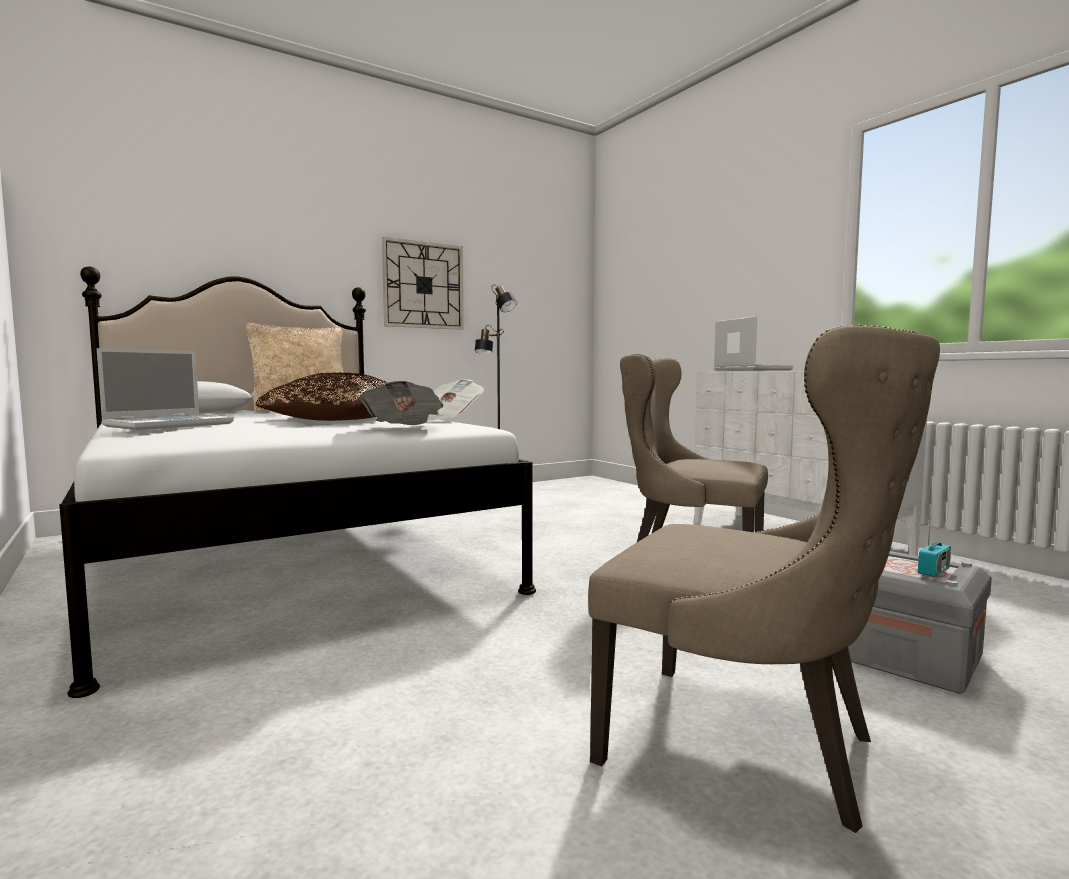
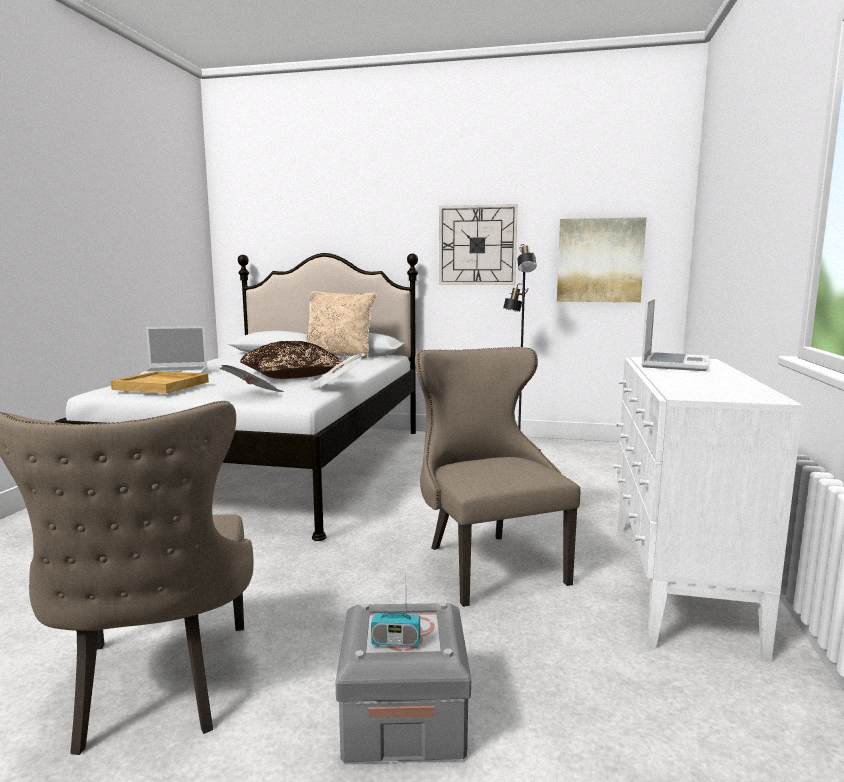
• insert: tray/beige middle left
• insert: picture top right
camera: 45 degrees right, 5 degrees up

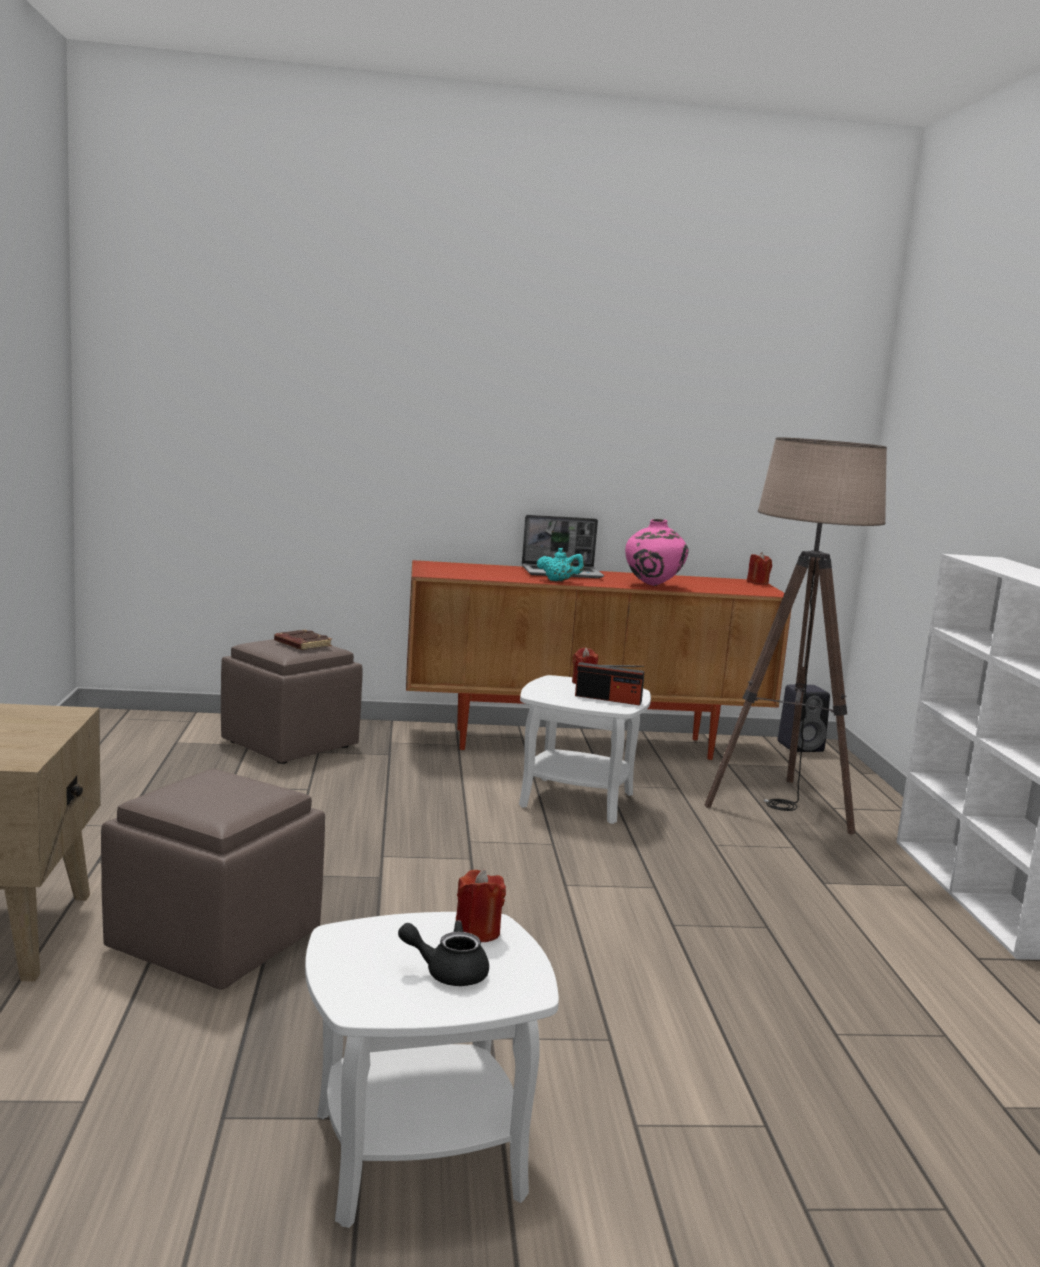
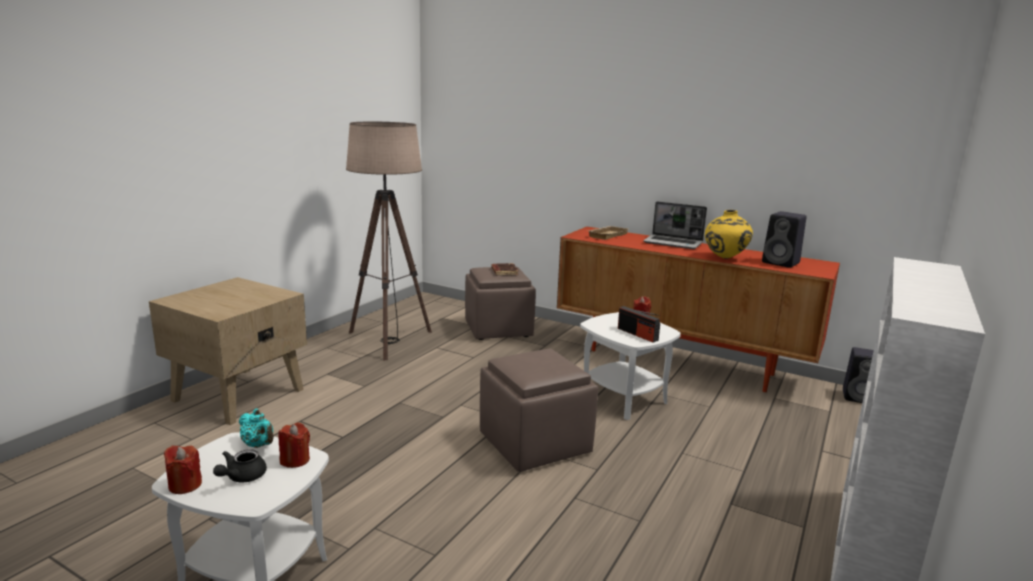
• move: ottoman/brown (1st from left in the first image) bottom left to ottoman/brown (2nd from left) bottom centre
• rotate: teapot/black bottom centre = bottom left 105 degrees counterclockwise
• move: teapot/turquoise centre to bottom left
• recolor: vase/pink centre to vase/yellow middle right
• move: floor lamp middle right to centre
• move: candle/red (3rd from left in the first image) middle right to candle/red (1st from left) bottom left
• insert: tray/beige centre
• insert: speaker/black (1st from left) middle right
camera: 35 degrees right, 5 degrees up

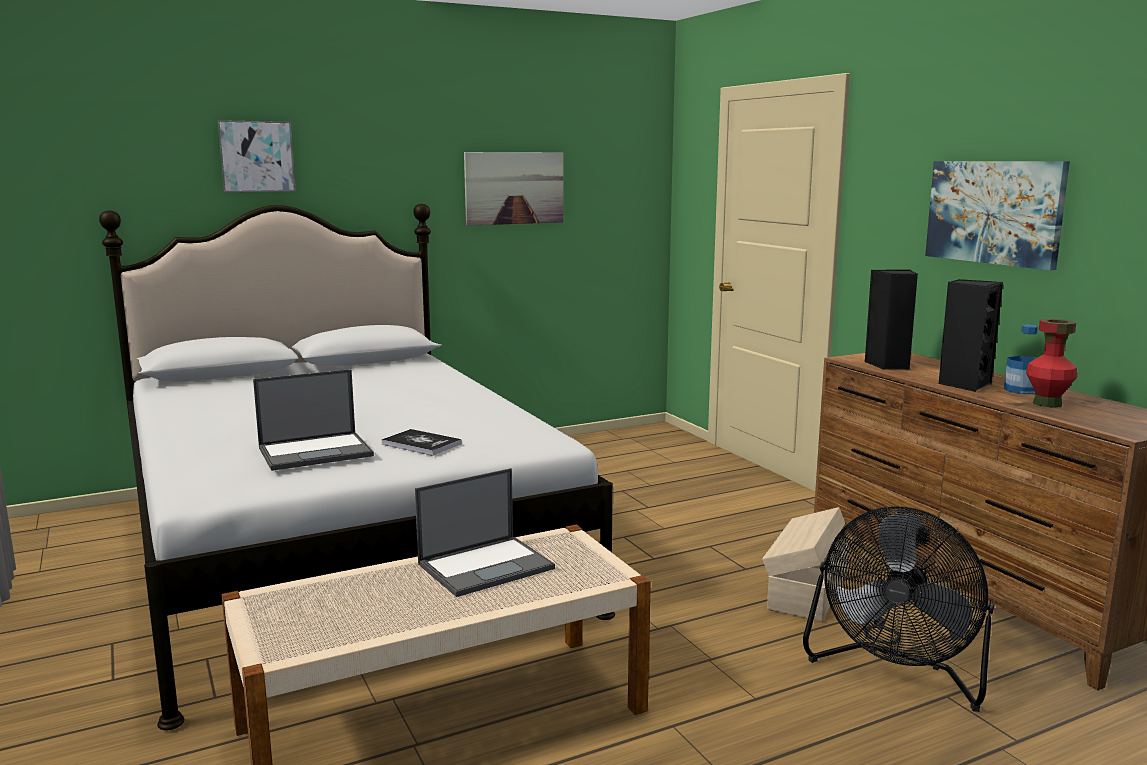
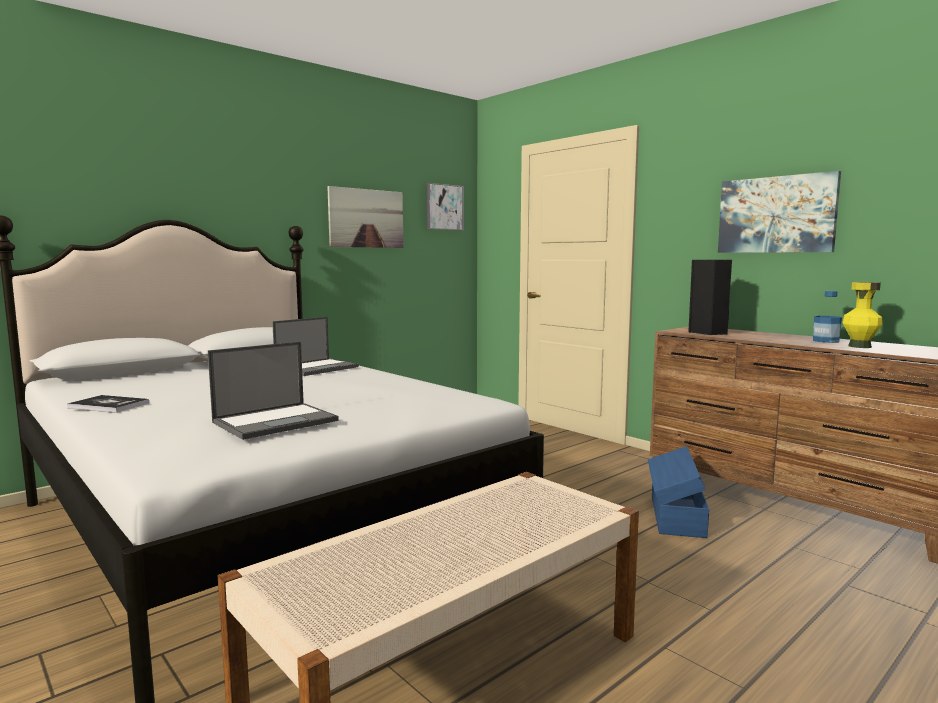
• move: picture (1st from left in the first image) top left to picture (2nd from left) top centre
• move: book centre to middle left
• move: laptop (2nd from left) bottom centre to centre
• recolor: storage box/beige bottom right to storage box/blue bottom right
• delete: fan/black bottom right
• delete: speaker/black (2nd from left) middle right
• recolor: vase/red middle right to vase/yellow middle right
camera: 15 degrees left, 5 degrees down

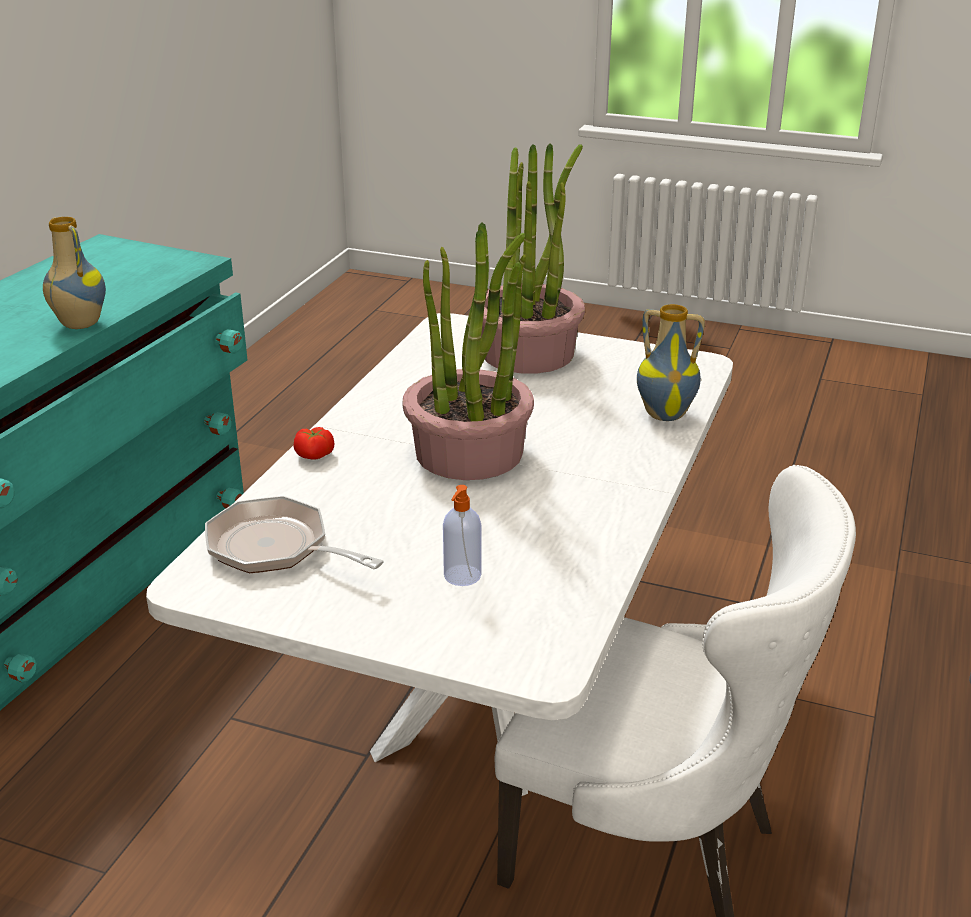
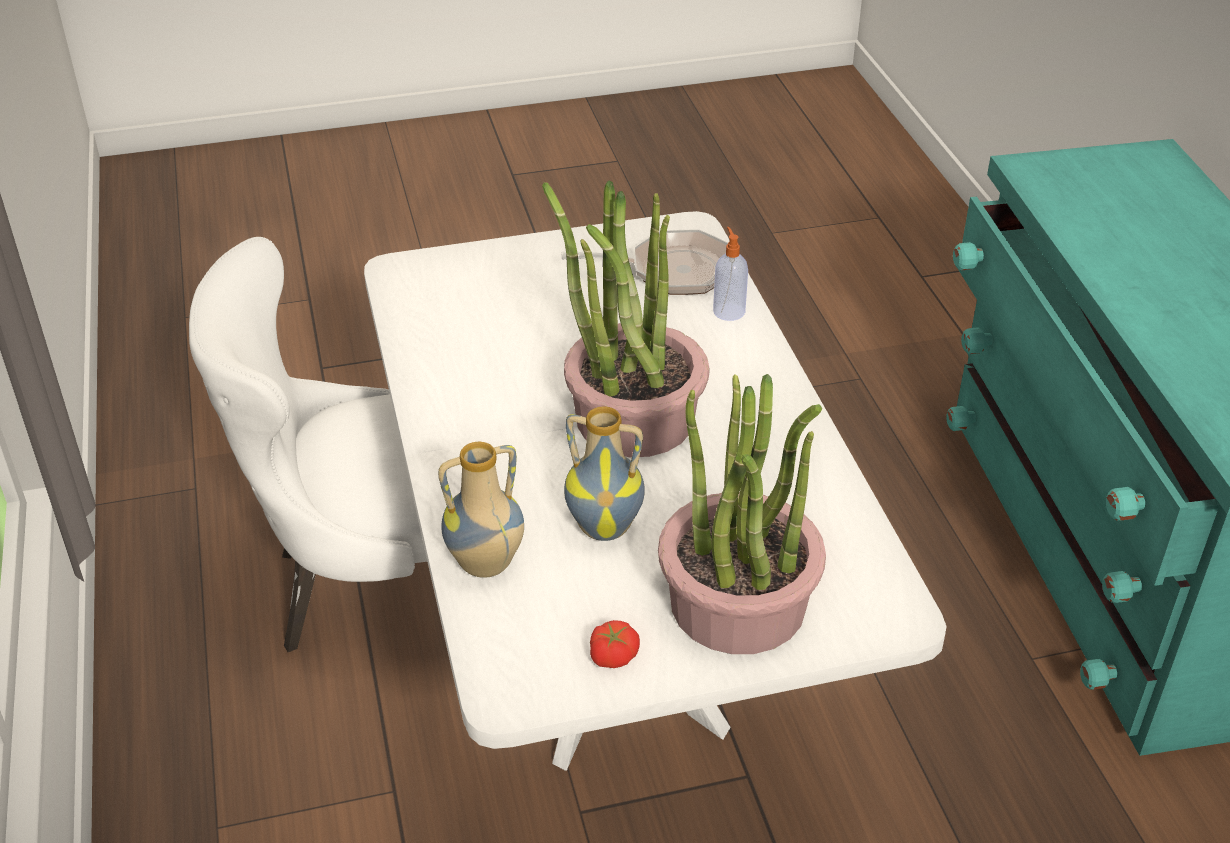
• move: vase (1st from left in the first image) top left to vase (2nd from left) centre
• move: tomato middle left to bottom centre
• move: soap dispenser centre to top centre
camera: 145 degrees right, 10 degrees up

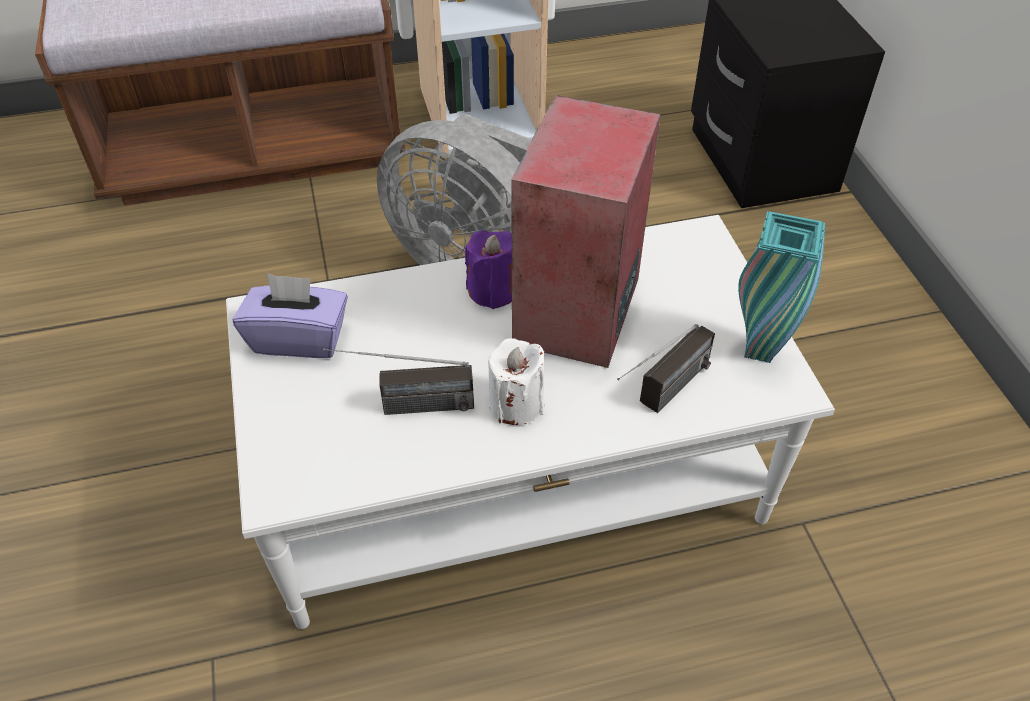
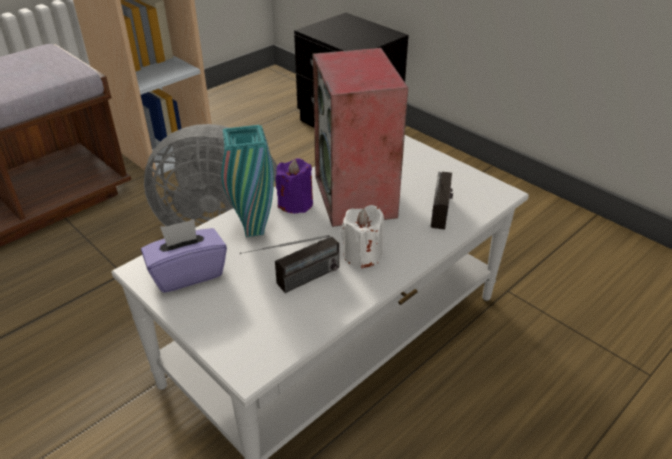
• move: vase/turquoise middle right to centre
camera: 30 degrees left, 10 degrees down

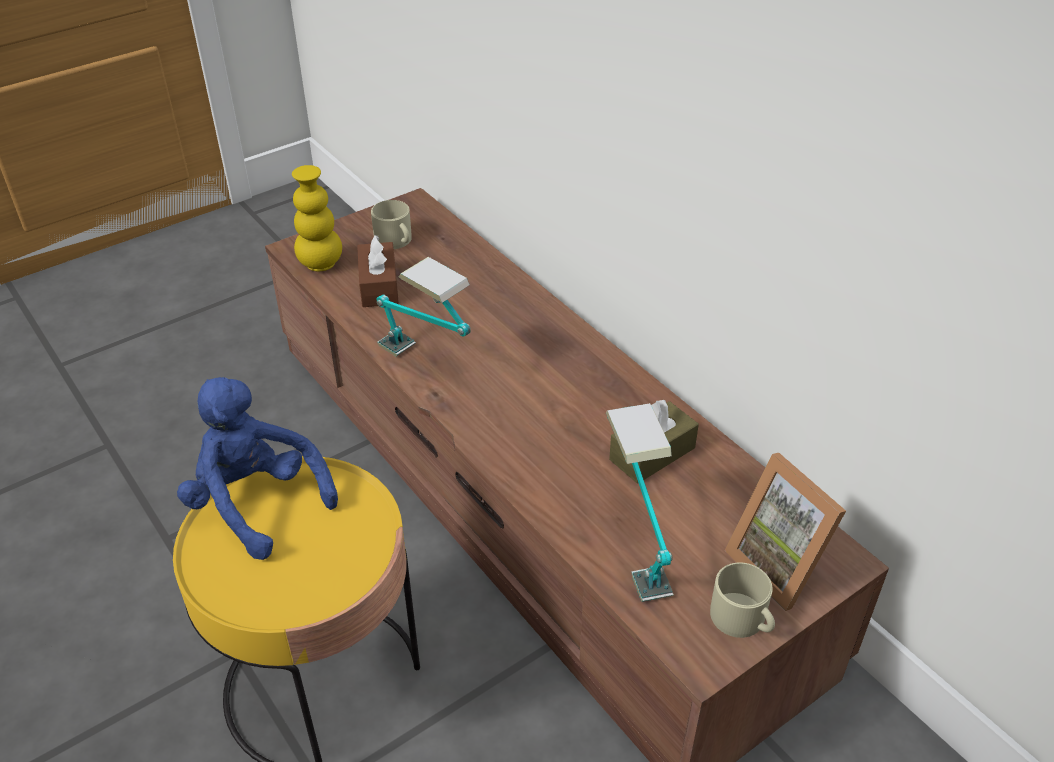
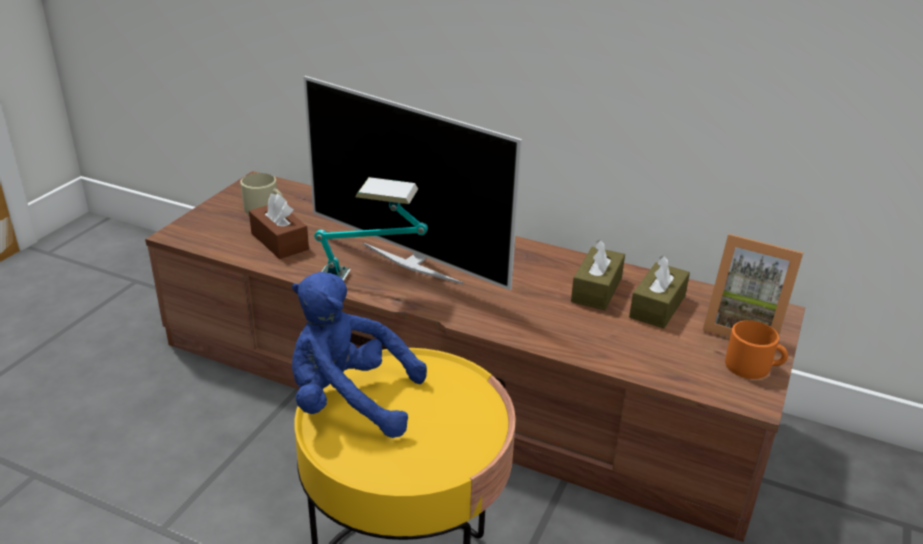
• delete: vase/yellow top left
• delete: table lamp (2nd from left) centre
• recolor: mug/beige (2nd from left) bottom right to mug/orange middle right
• insert: television centre
• insert: tissue box/brown (3rd from left) middle right
camera: 30 degrees left, 10 degrees down

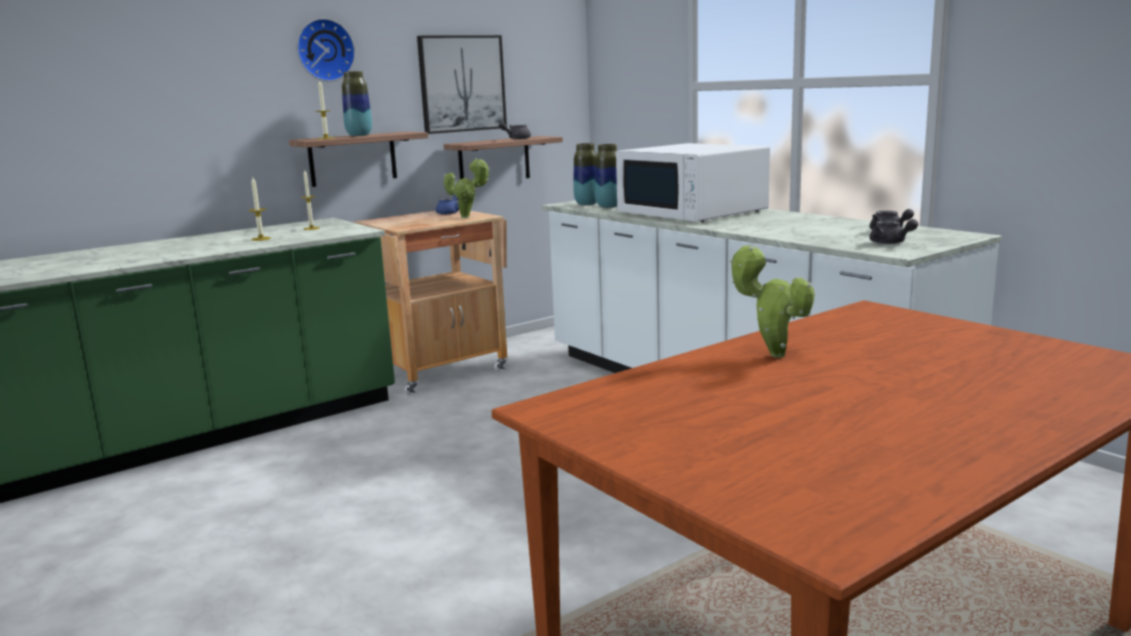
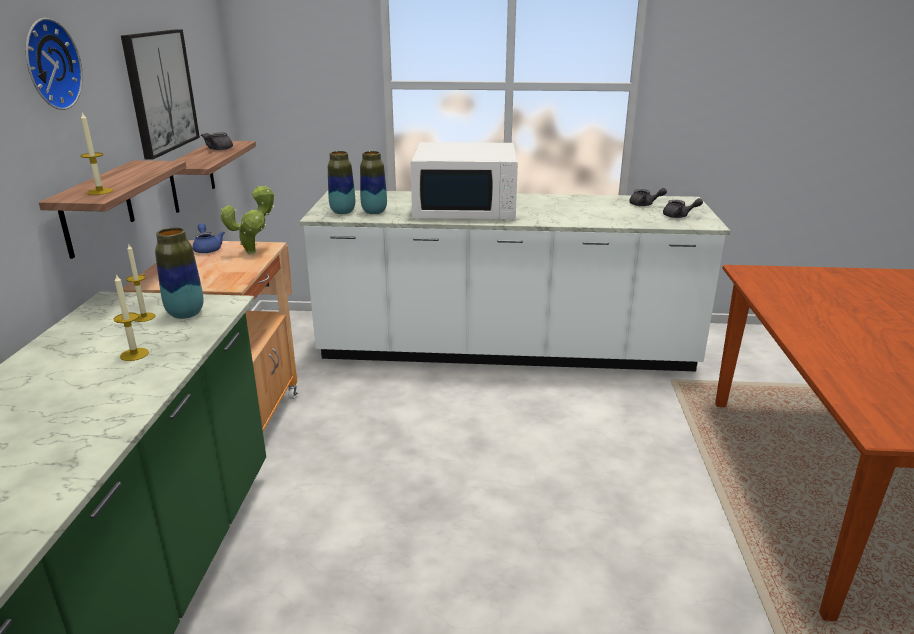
• move: vase (1st from left) top left to middle left
• delete: potted plant (2nd from left) middle right
camera: 50 degrees left, 10 degrees up

